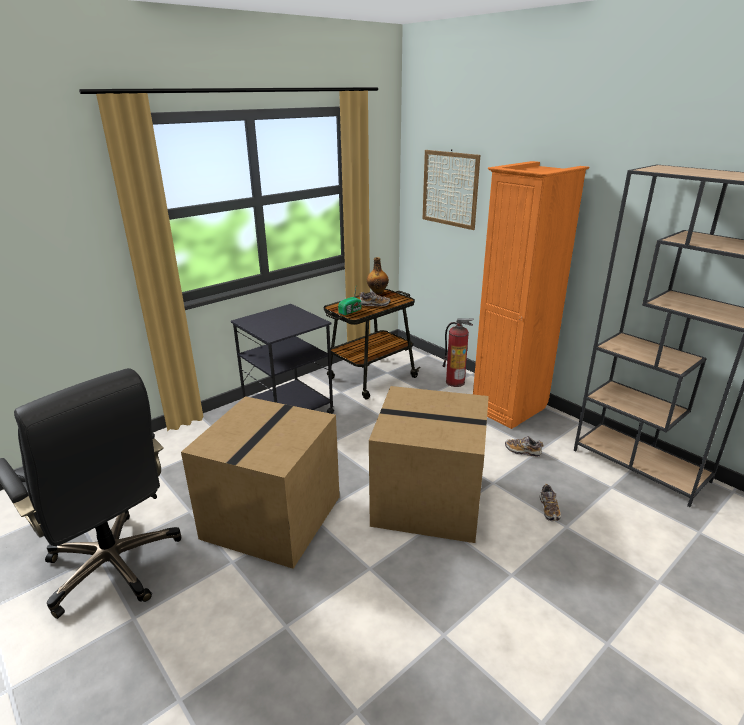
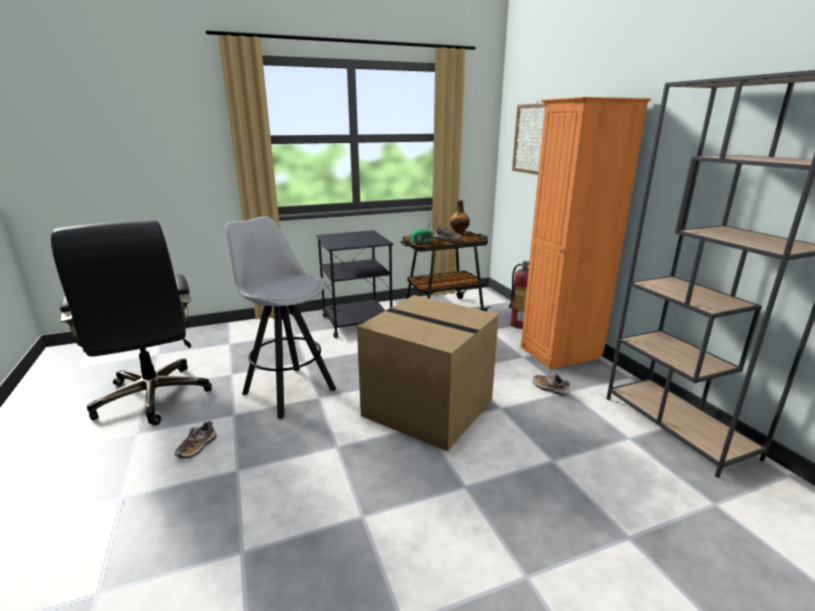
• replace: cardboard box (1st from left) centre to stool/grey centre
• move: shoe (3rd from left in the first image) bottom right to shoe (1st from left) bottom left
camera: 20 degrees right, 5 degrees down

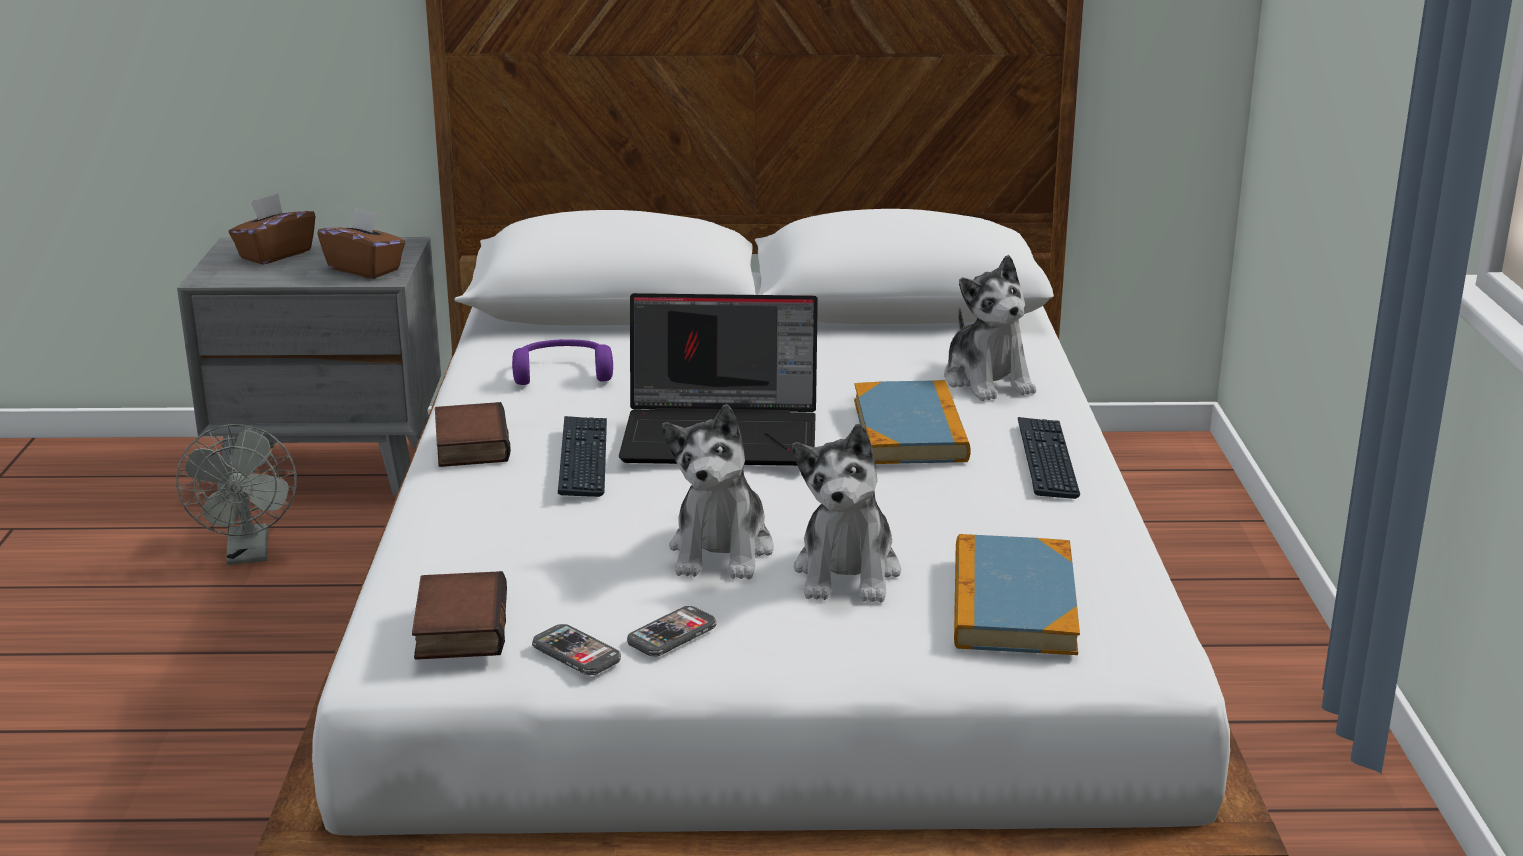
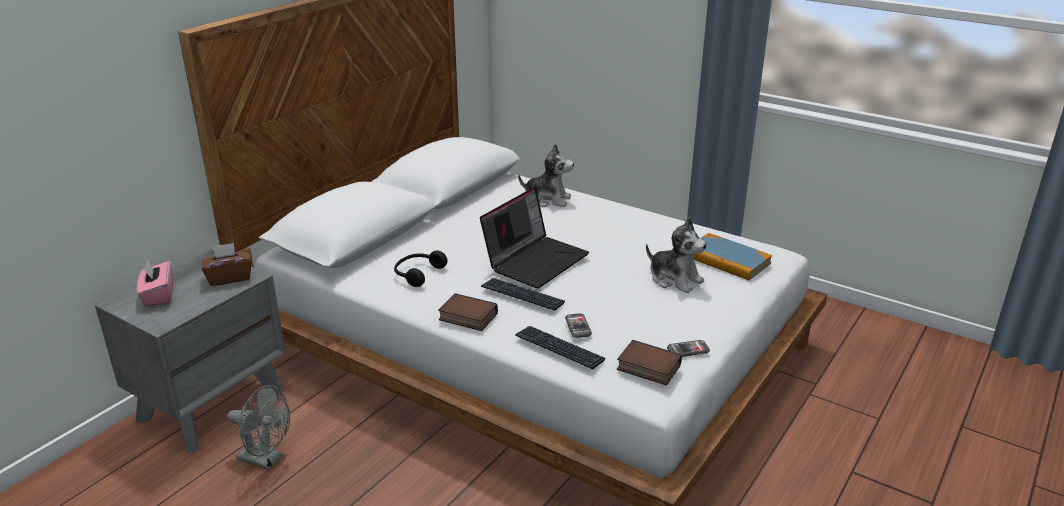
• recolor: tissue box/brown (1st from left) top left to tissue box/pink middle left
• recolor: headphones/purple centre to headphones/black centre
• move: phone (2nd from left in the first image) bottom centre to phone (1st from left) centre
• delete: plush toy (1st from left) centre
• delete: book (3rd from left) centre
• move: keyboard (2nd from left) middle right to bottom centre
camera: 55 degrees left, 5 degrees up

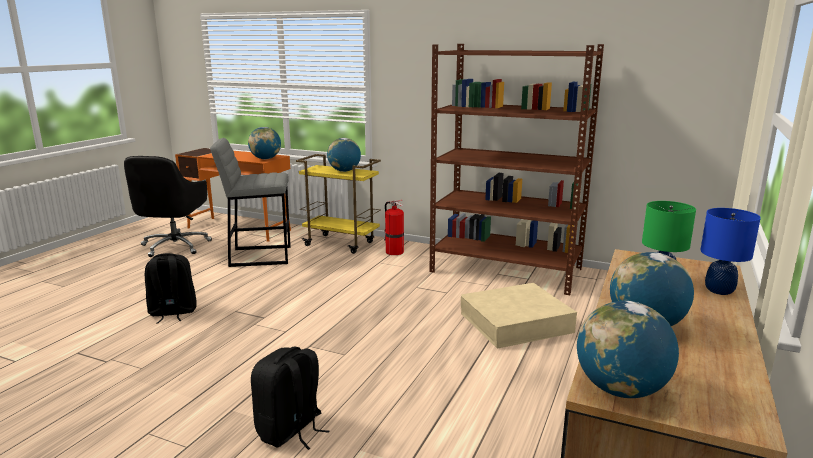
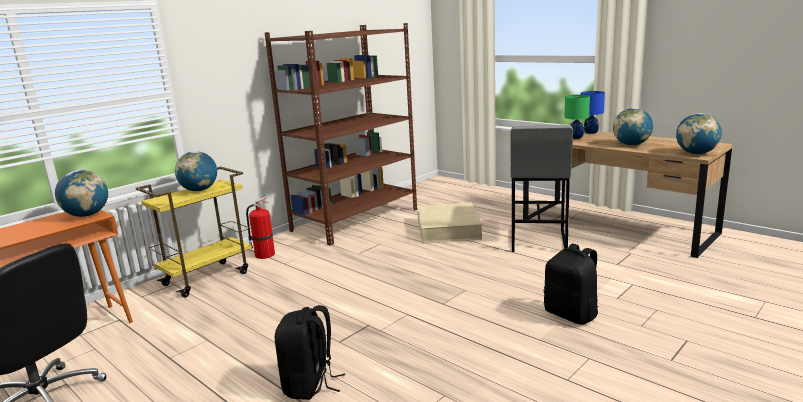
• move: stool/grey middle left to middle right
camera: 70 degrees left, 0 degrees up

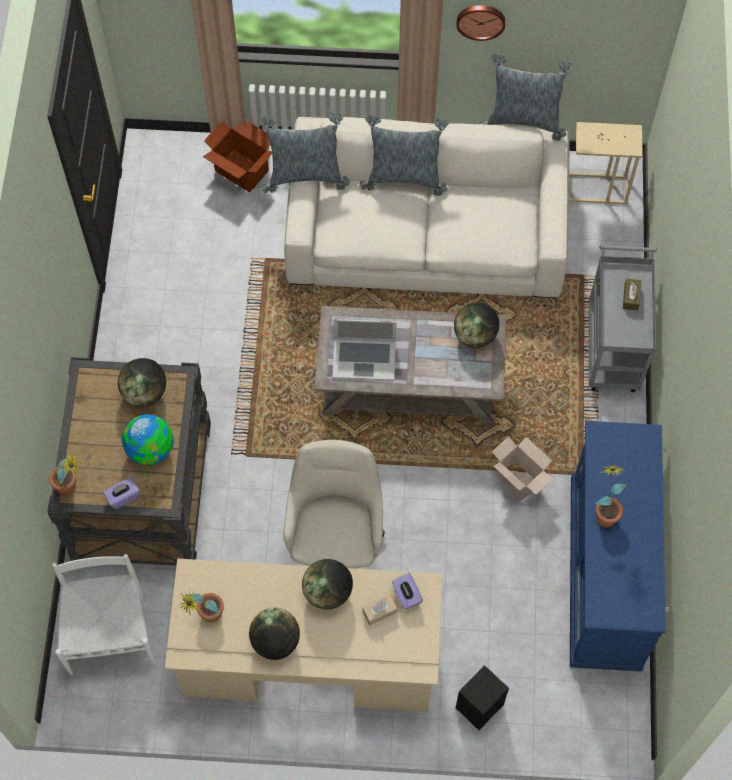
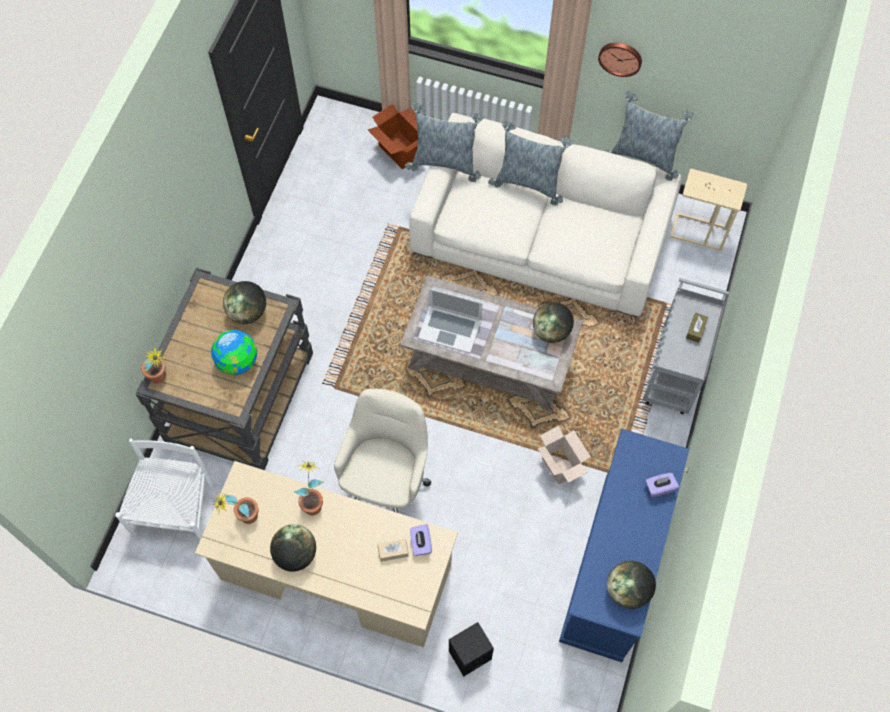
• move: tissue box/purple (1st from left in the first image) middle left to tissue box/purple (2nd from left) bottom right
• move: globe (4th from left in the first image) bottom centre to globe (5th from left) bottom right
• move: potted plant (3rd from left) middle right to bottom centre
camera: 15 degrees right, 0 degrees up

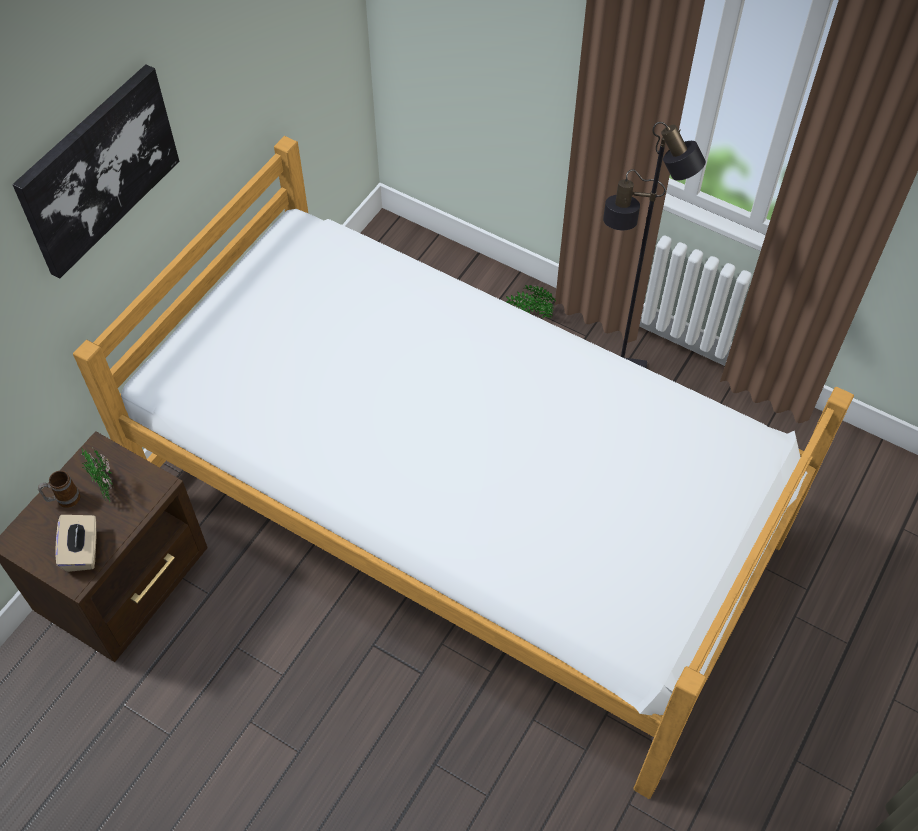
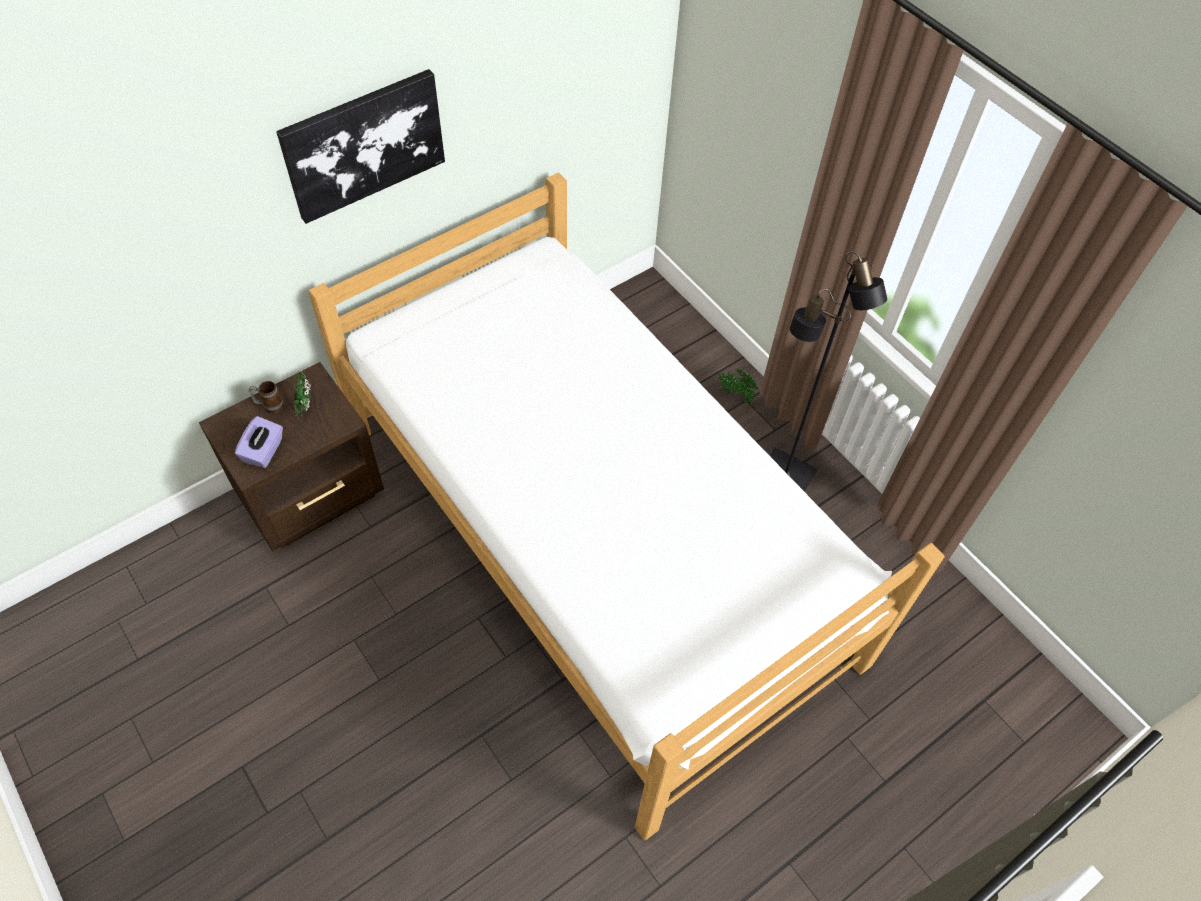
• recolor: tissue box/beige middle left to tissue box/purple middle left
camera: 20 degrees right, 0 degrees up

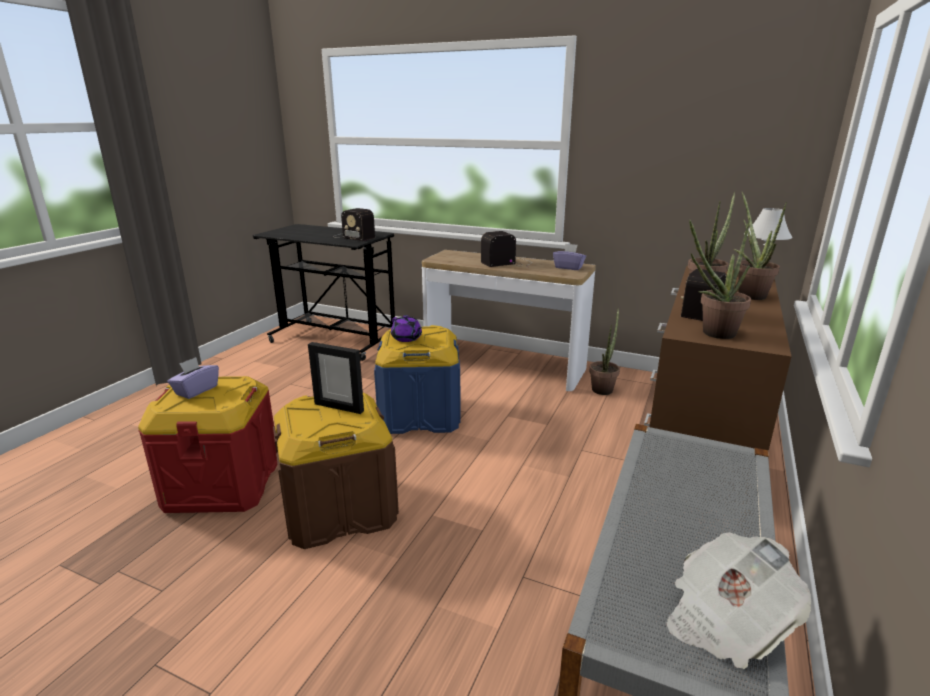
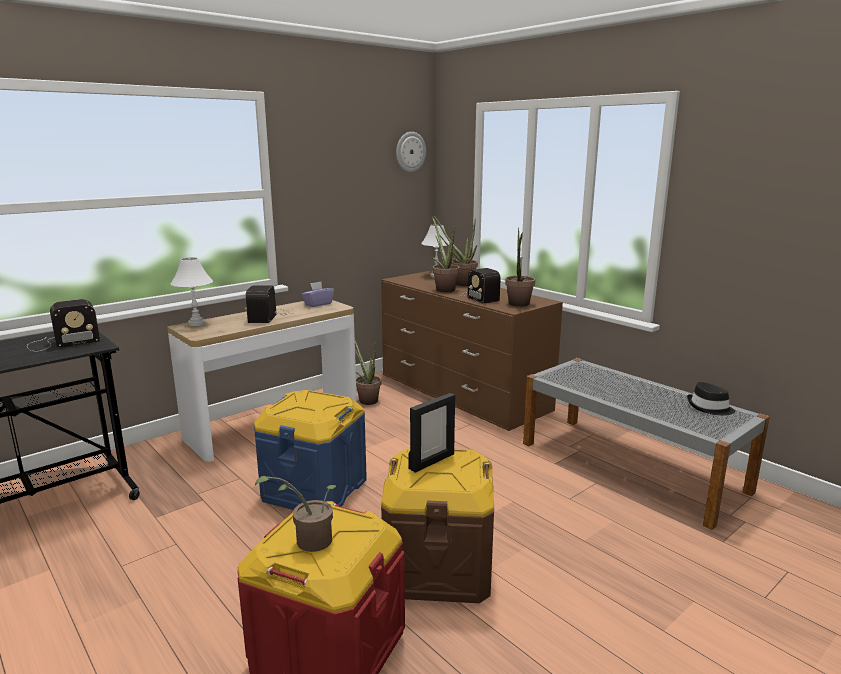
• replace: tissue box/purple (1st from left) middle left to potted plant (1st from left) bottom centre
• delete: teapot/purple centre
• replace: newspaper bottom right to hat/black middle right
• insert: table lamp/white (1st from left) middle left
• insert: wall clock top centre
camera: 65 degrees left, 5 degrees down

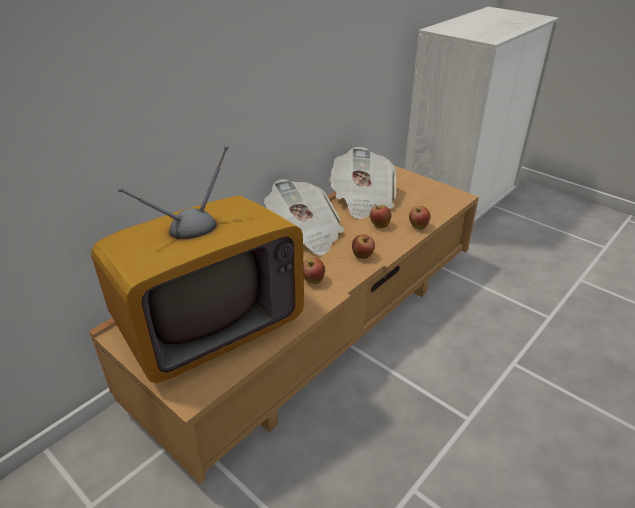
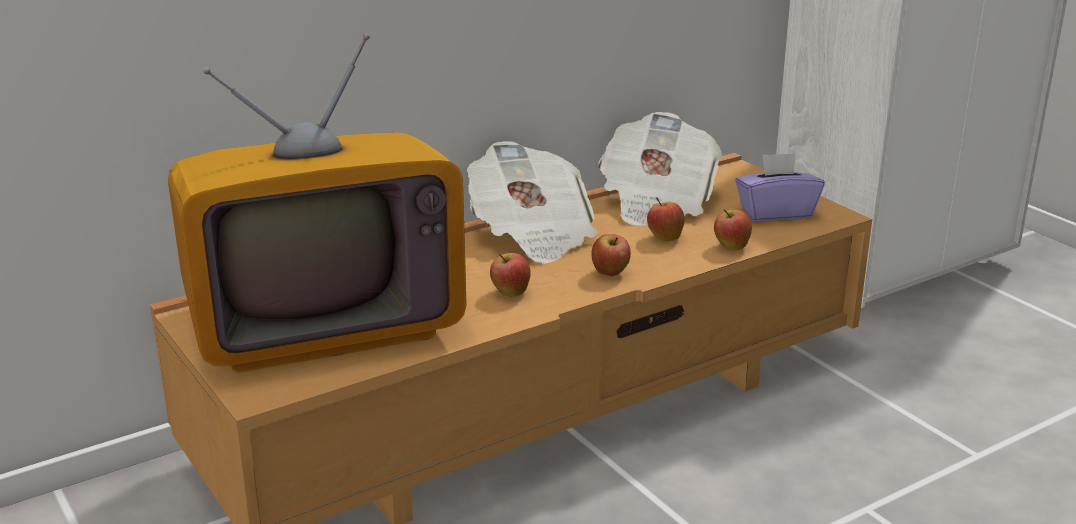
• insert: tissue box/purple middle right
camera: 15 degrees right, 10 degrees down

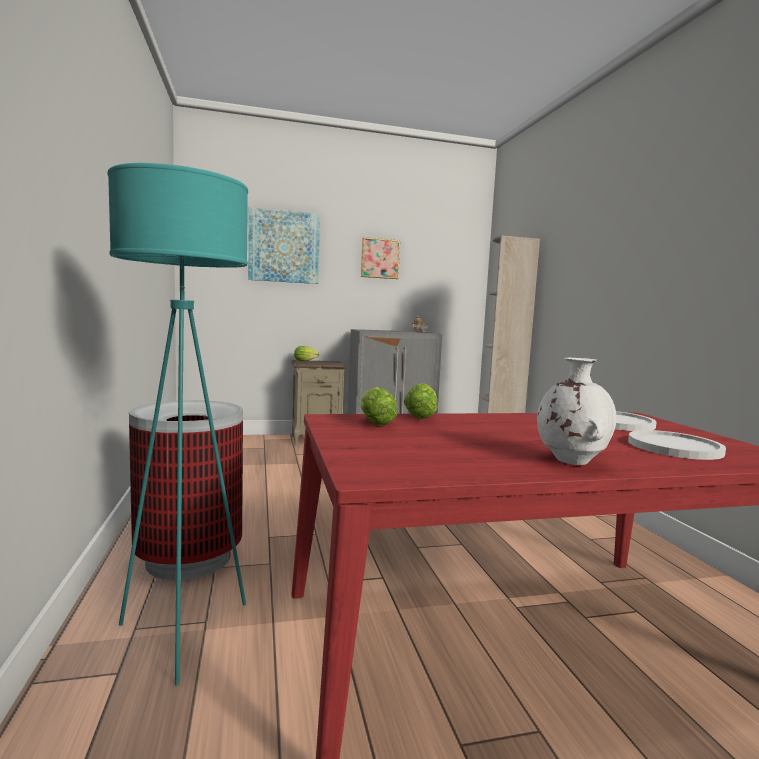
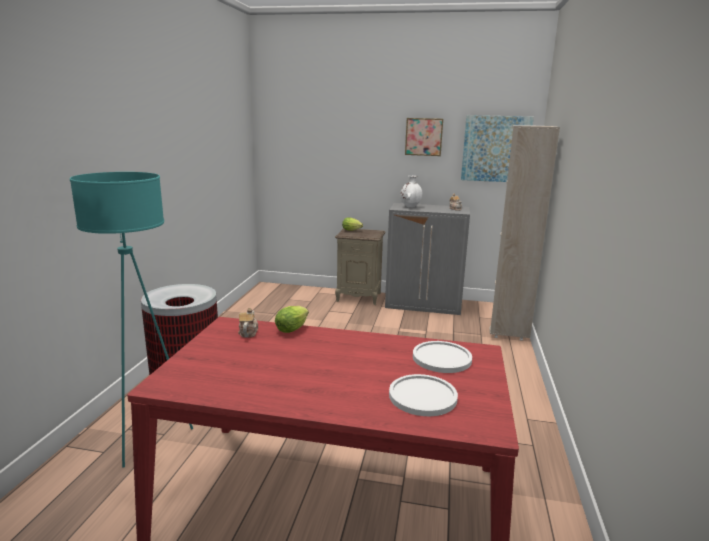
• move: picture (1st from left in the first image) top centre to picture (2nd from left) top right
• replace: lettuce (2nd from left) centre to teapot (1st from left) centre
• move: vase/white middle right to centre
camera: 25 degrees right, 10 degrees up

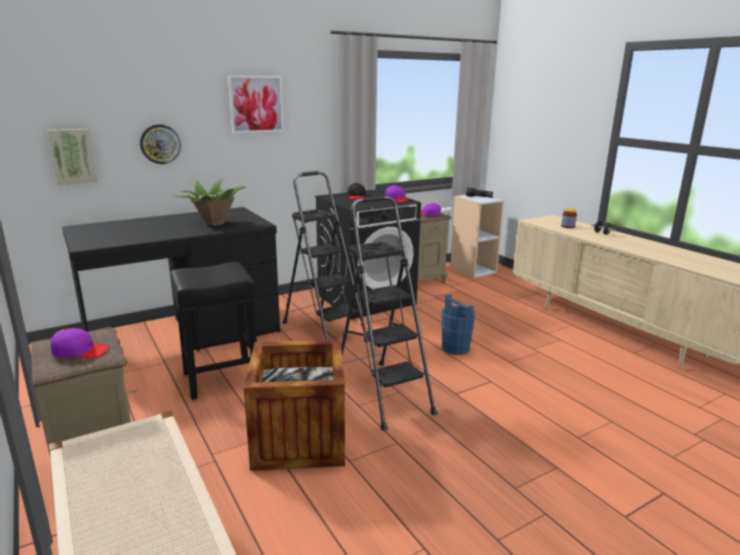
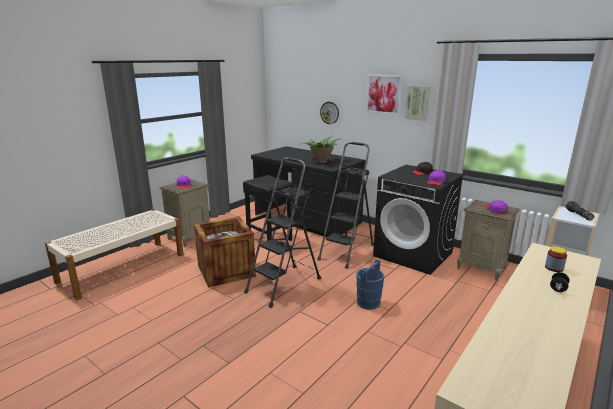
• move: picture (1st from left in the first image) top left to picture (2nd from left) top right
camera: 70 degrees right, 0 degrees up

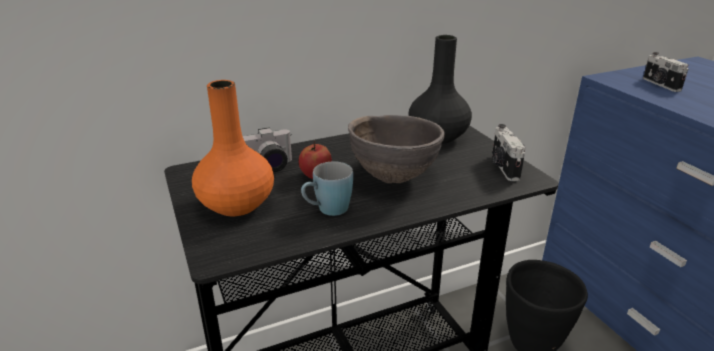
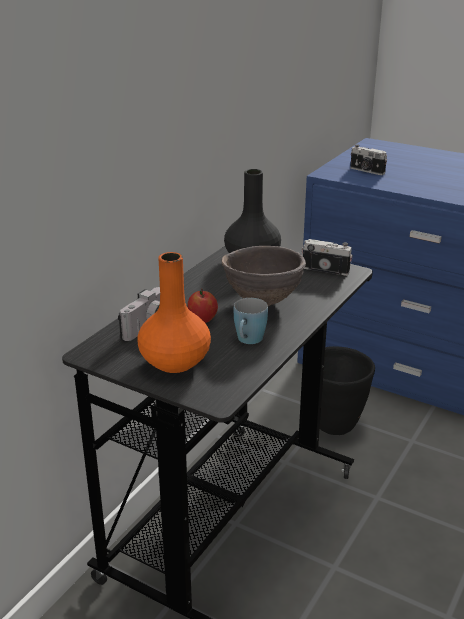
• rotate: photo camera (2nd from left) middle right = middle right 150 degrees clockwise
camera: 35 degrees left, 0 degrees up

